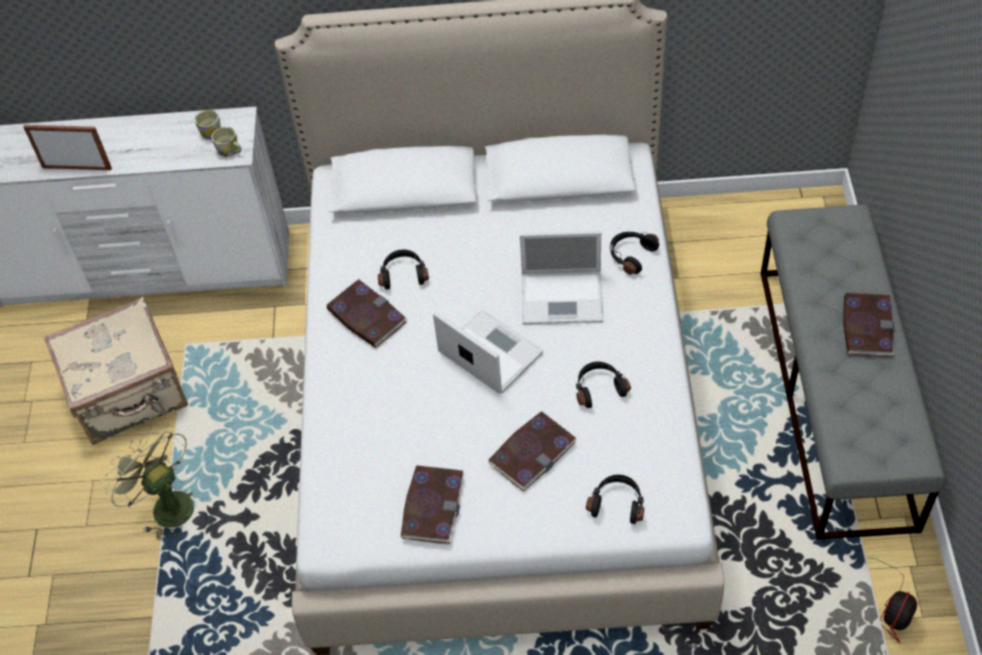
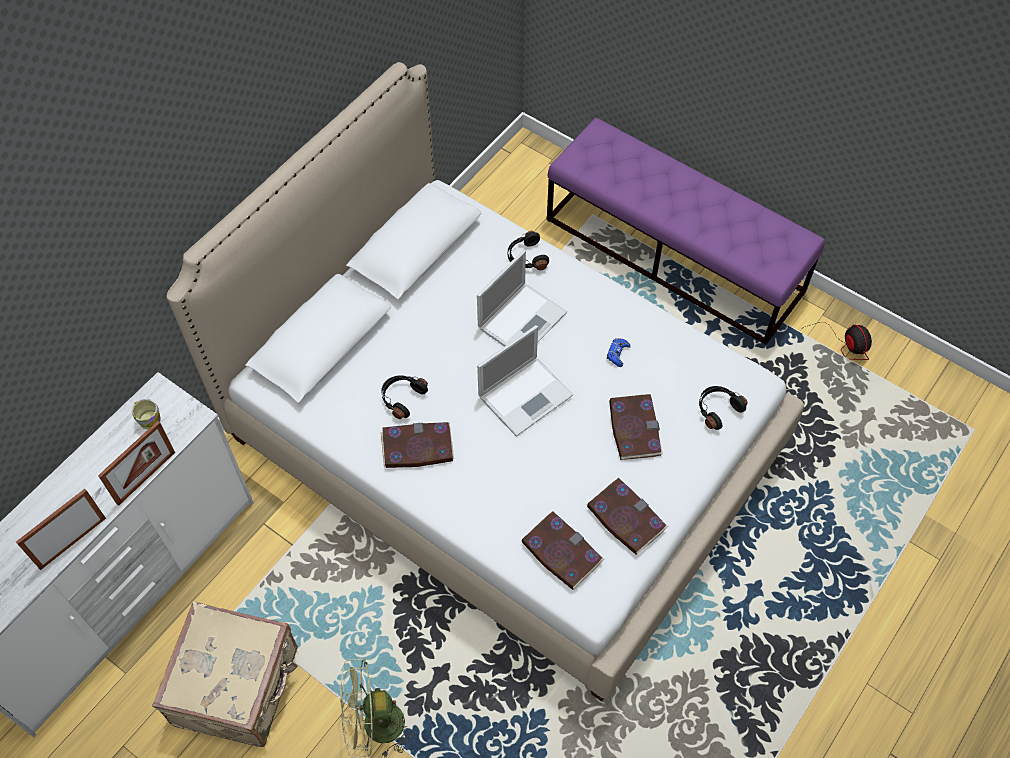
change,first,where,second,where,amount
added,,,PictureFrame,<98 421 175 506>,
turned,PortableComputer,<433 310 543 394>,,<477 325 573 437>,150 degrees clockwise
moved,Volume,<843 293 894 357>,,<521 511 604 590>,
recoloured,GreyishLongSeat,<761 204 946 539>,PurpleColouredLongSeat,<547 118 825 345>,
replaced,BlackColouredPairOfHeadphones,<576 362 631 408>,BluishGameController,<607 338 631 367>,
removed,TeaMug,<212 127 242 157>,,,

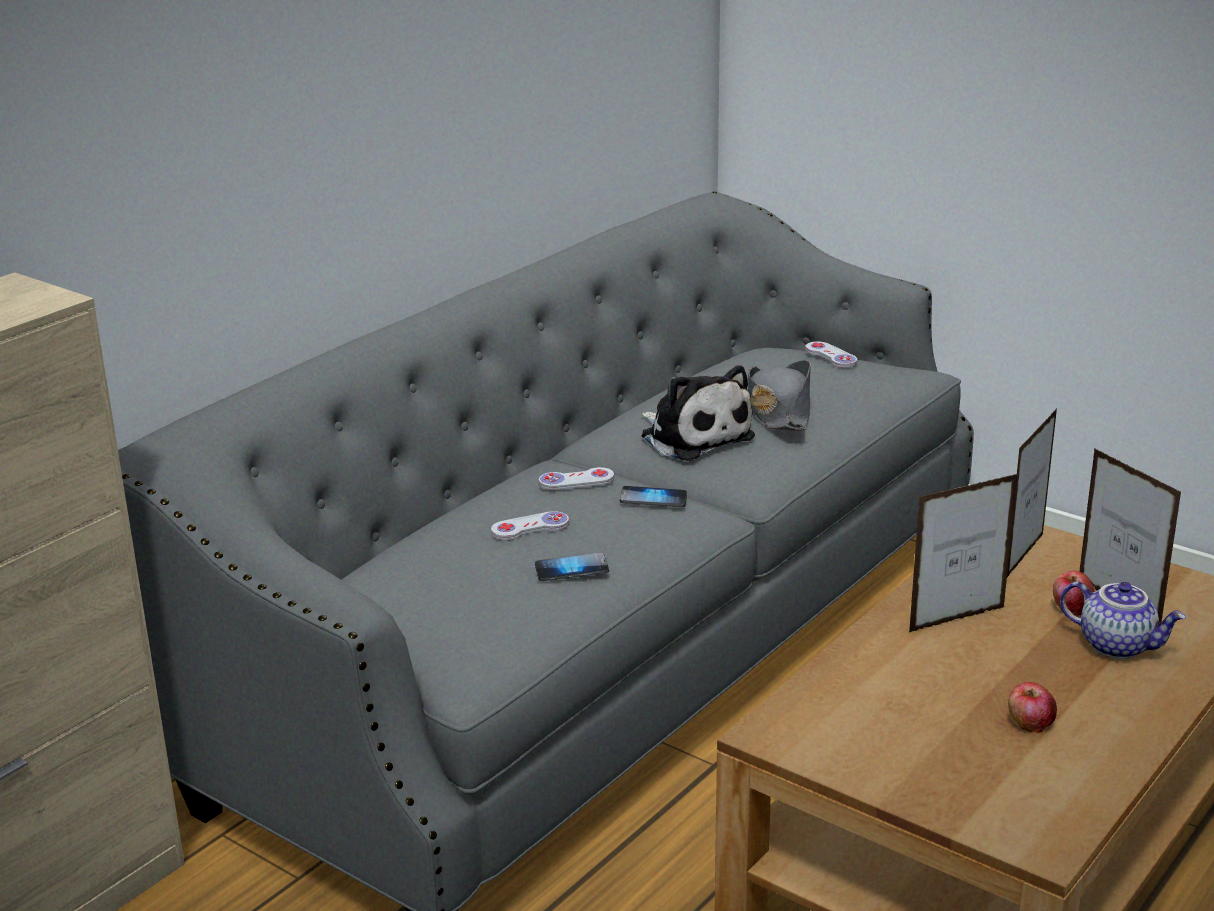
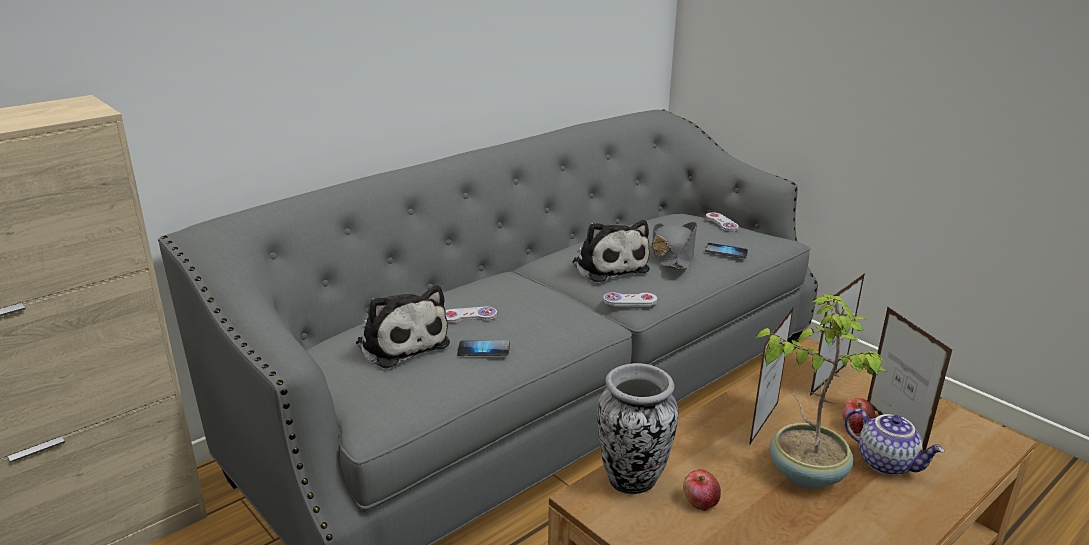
change,first,where,second,where,amount
added,,,CuddlyToy,<356 285 450 369>,
added,,,Vase,<597 363 679 494>,
moved,WhiteGameController,<539 467 614 490>,,<603 292 657 306>,
moved,Apple,<1008 682 1057 733>,,<683 469 721 511>,
moved,Handset,<620 486 687 507>,,<705 243 748 258>,
turned,PictureFrame,<909 474 1018 632>,,<749 306 794 446>,45 degrees counterclockwise
added,,,PlantInAPot,<754 294 887 489>,

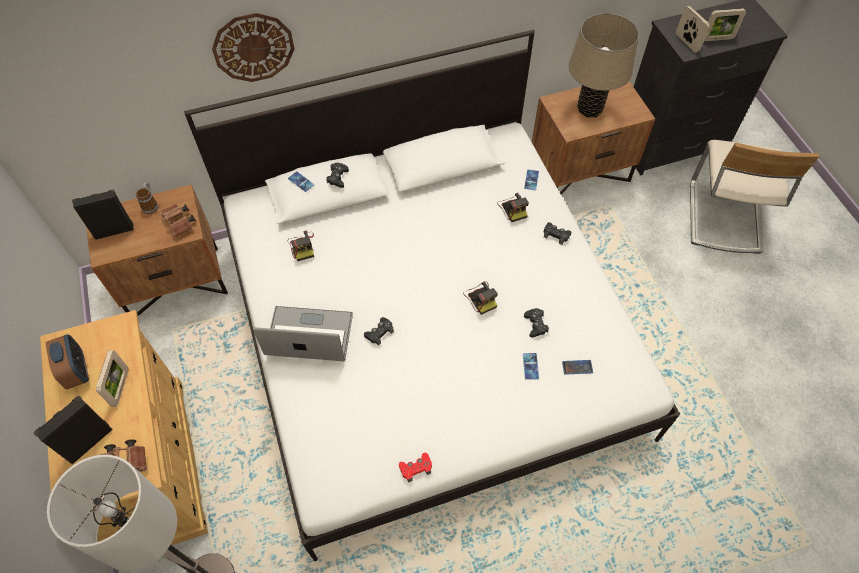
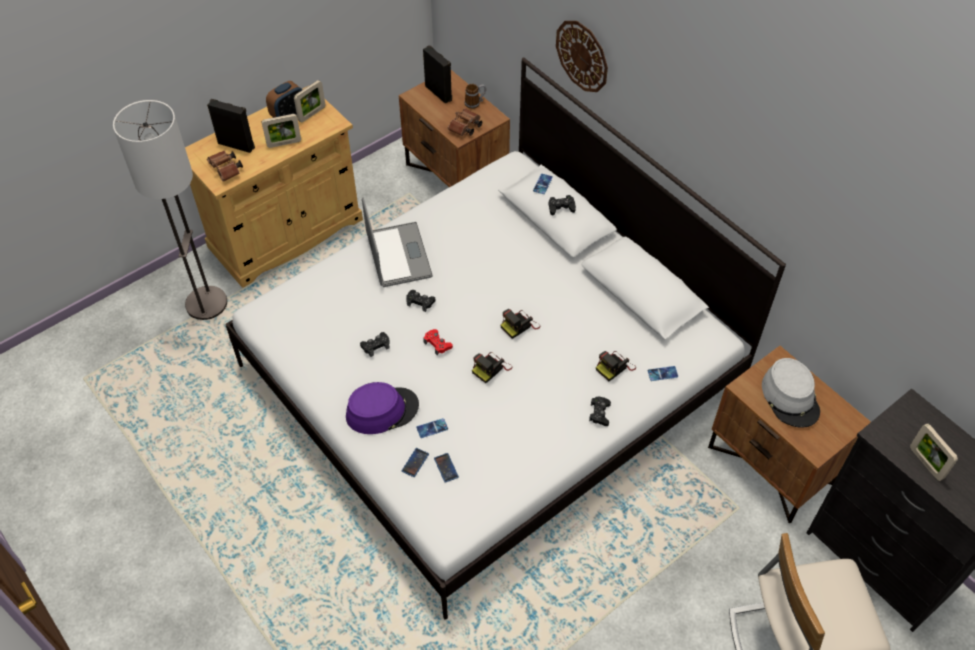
change,first,where,second,where,amount
moved,PictureFrame,<676 6 710 53>,,<294 80 325 123>,
added,,,PurpleColouredHat,<346 382 419 434>,
moved,BlackColouredGameController,<524 308 549 337>,,<360 332 390 357>,
added,,,Handset,<402 448 429 477>,
moved,ReddishGameController,<399 453 432 482>,,<423 329 453 355>,
moved,PhotoCamera,<287 230 314 261>,,<500 309 541 339>,
replaced,SandColouredTableLamp,<569 13 639 118>,GreyishHat,<762 358 820 428>,

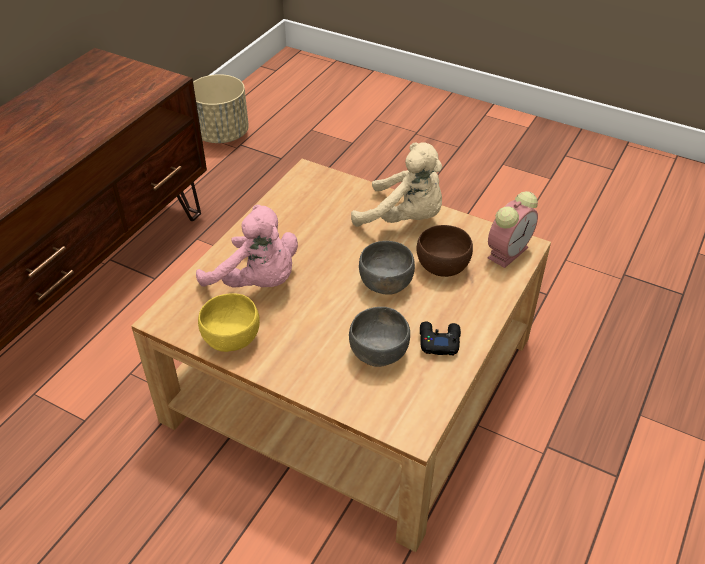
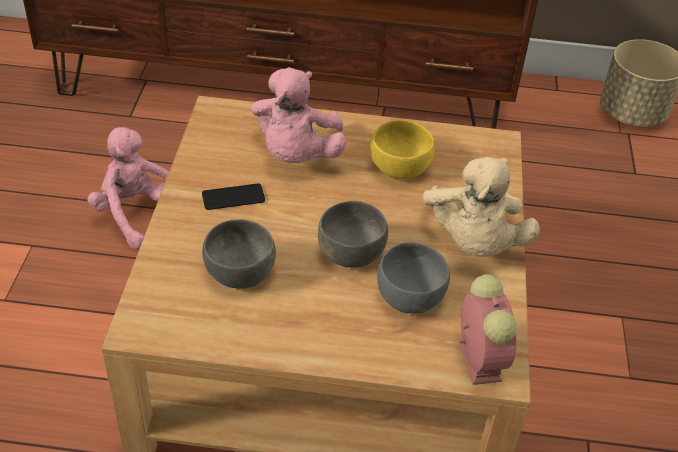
change,first,where,second,where,amount
added,,,PinkColouredCuddlyToy,<88 127 169 249>,
added,,,Handset,<202 184 265 210>,
moved,YellowColouredDeepDish,<198 293 260 352>,,<370 120 435 179>,
recoloured,BrownDeepDish,<417 225 473 277>,GreyishDeepDish,<377 242 450 314>,
turned,TableClock,<488 191 538 268>,,<458 274 517 385>,120 degrees counterclockwise
removed,BlackColouredGameController,<420 322 461 355>,,,

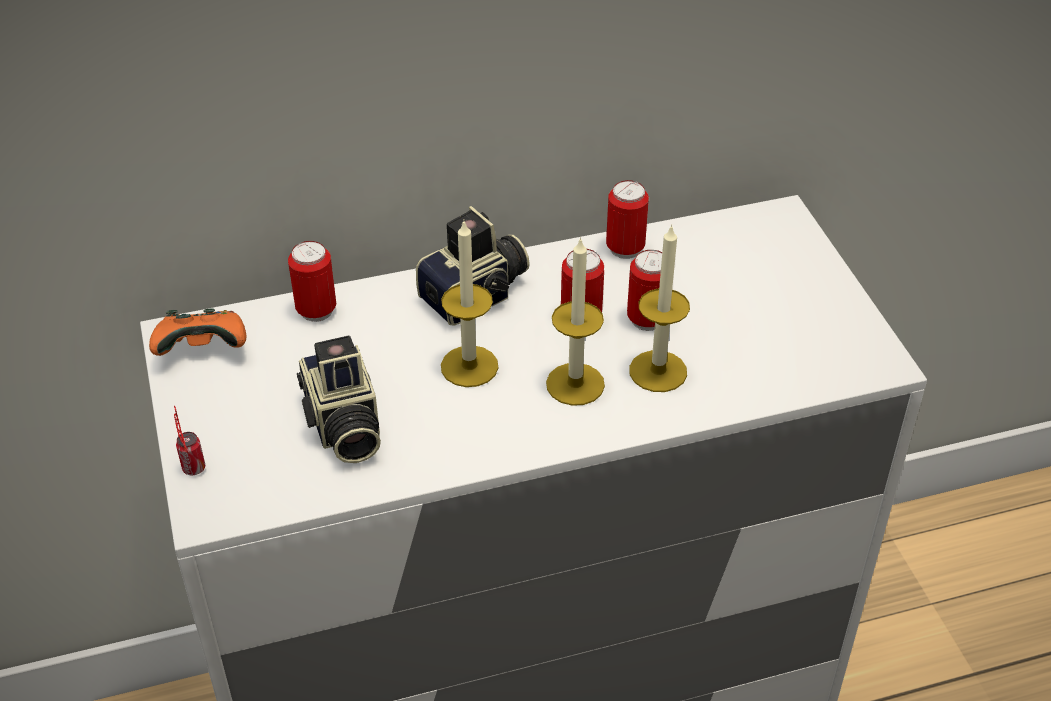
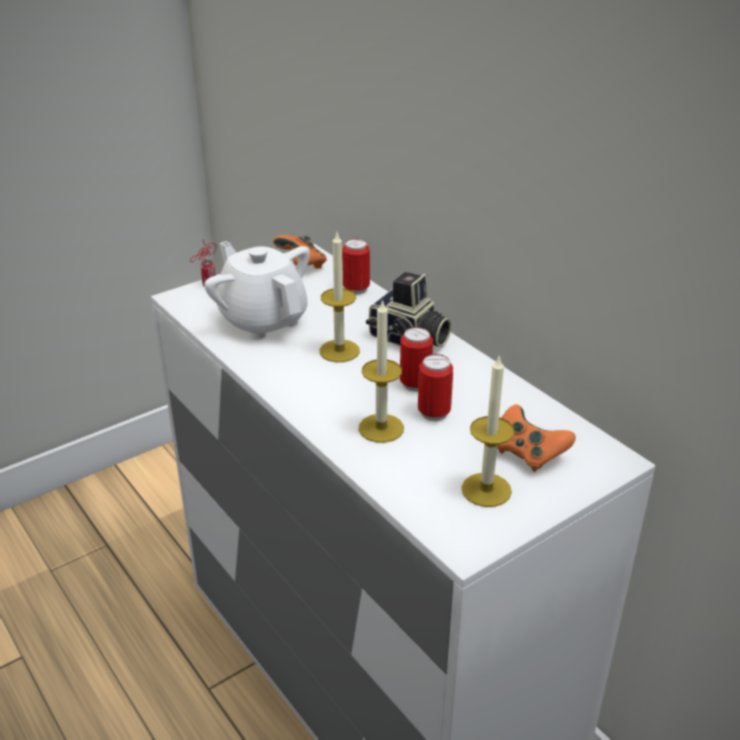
change,first,where,second,where,amount
replaced,PhotoCamera,<297 335 381 463>,WhiteTeaPot,<204 241 310 340>,
moved,WaxLight,<546 237 605 406>,,<462 357 515 507>,
added,,,OrangeyGameController,<497 404 576 472>,
removed,Can,<606 180 649 259>,,,

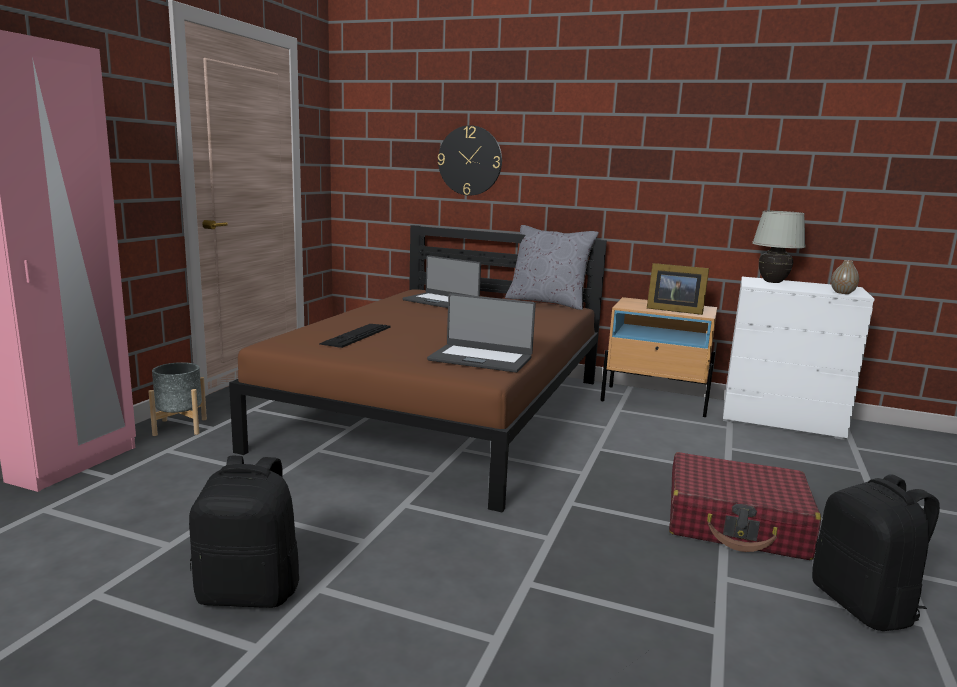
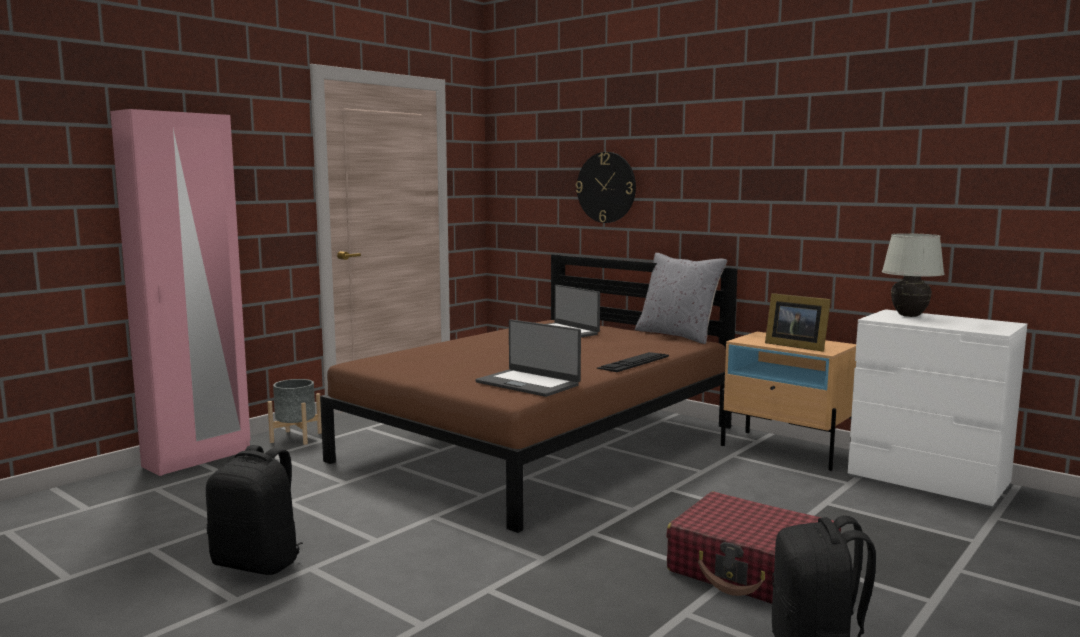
change,first,where,second,where,amount
moved,ComputerKeyboard,<319 324 390 348>,,<597 352 669 372>,
removed,Vase,<831 260 859 294>,,,

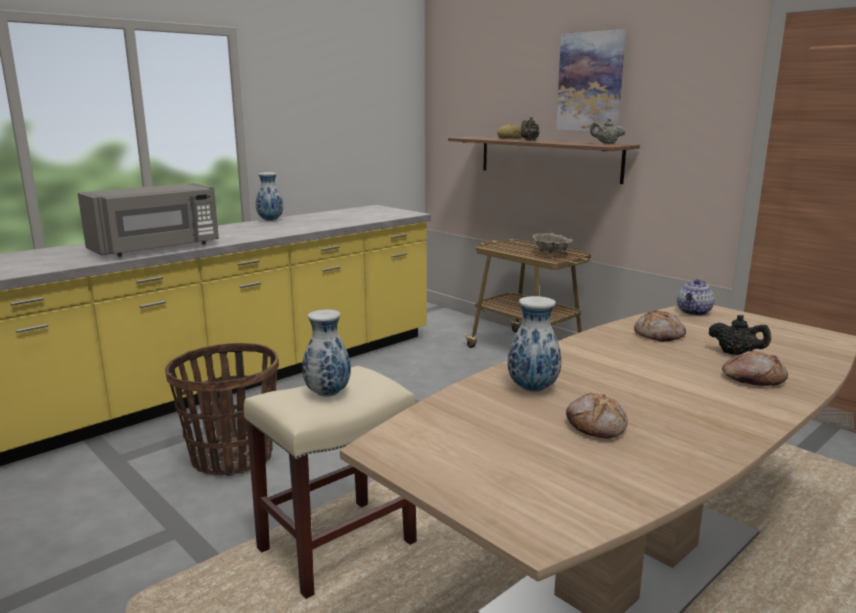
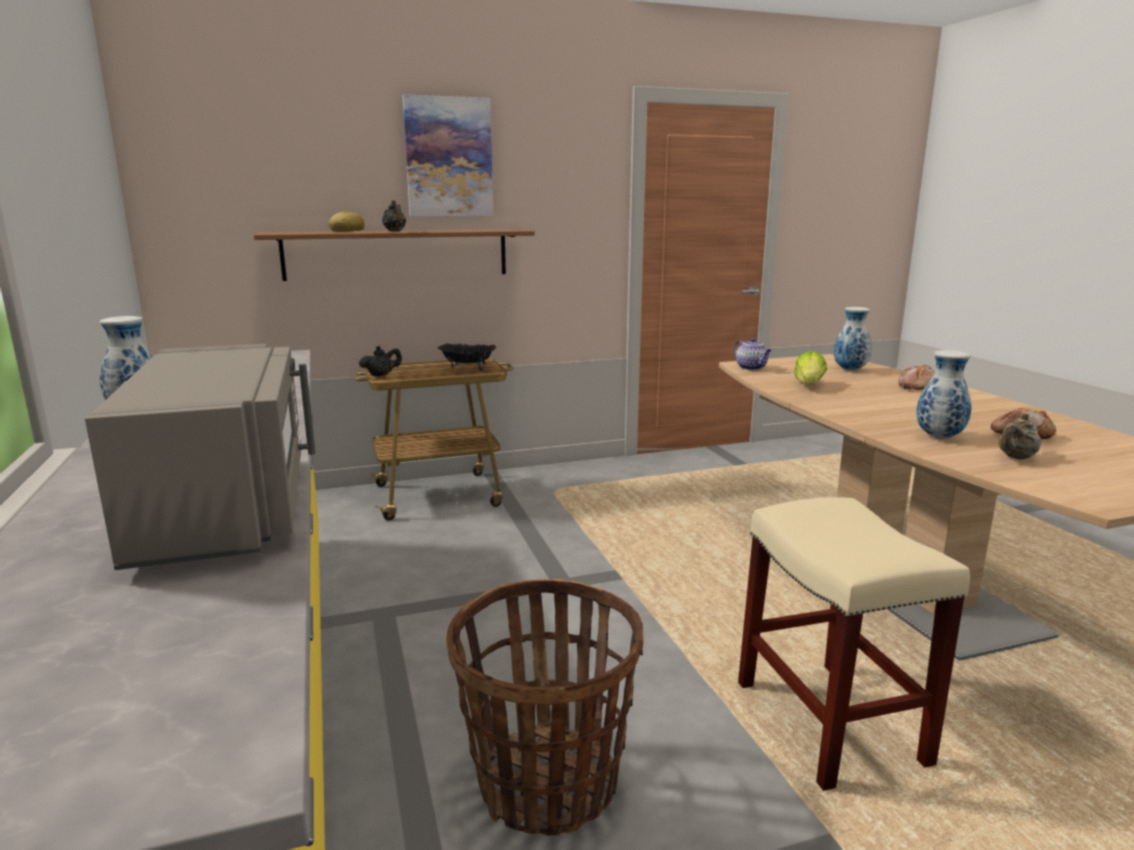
change,first,where,second,where,amount
moved,BlackColouredTeaPot,<708 315 771 355>,,<359 346 402 377>,
recoloured,SandColouredDeepDish,<532 233 573 258>,BlackColouredDeepDish,<437 343 496 370>,
replaced,BakeryBread,<634 310 686 342>,HeadOfLettuce,<794 351 827 384>,
moved,Vase,<302 309 351 397>,,<834 307 872 371>,
moved,SandColouredTeaPot,<590 118 626 144>,,<998 413 1041 459>,

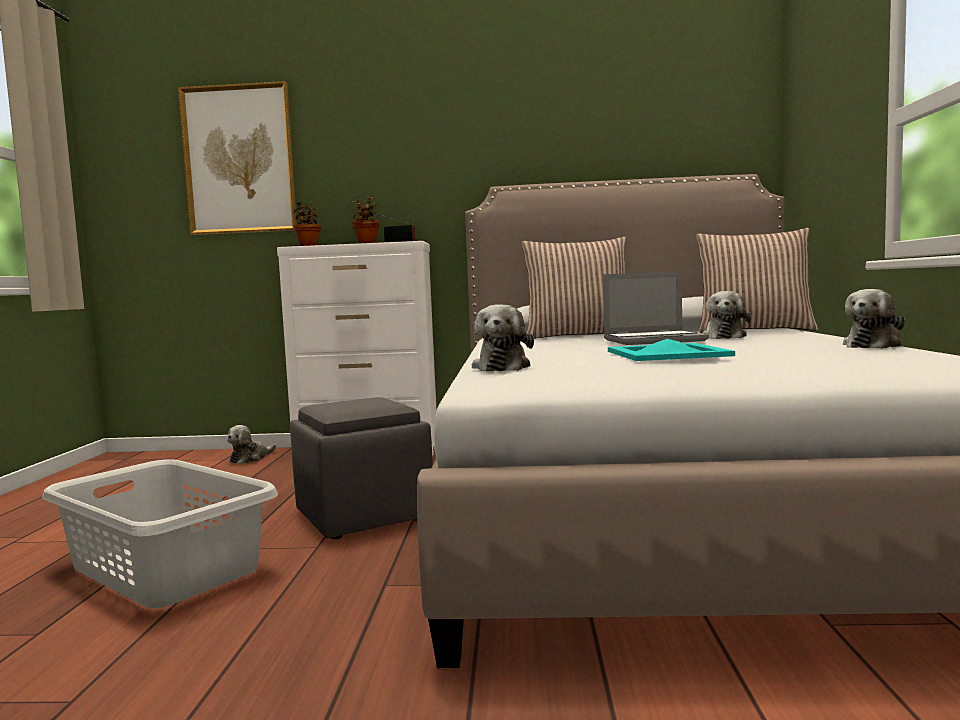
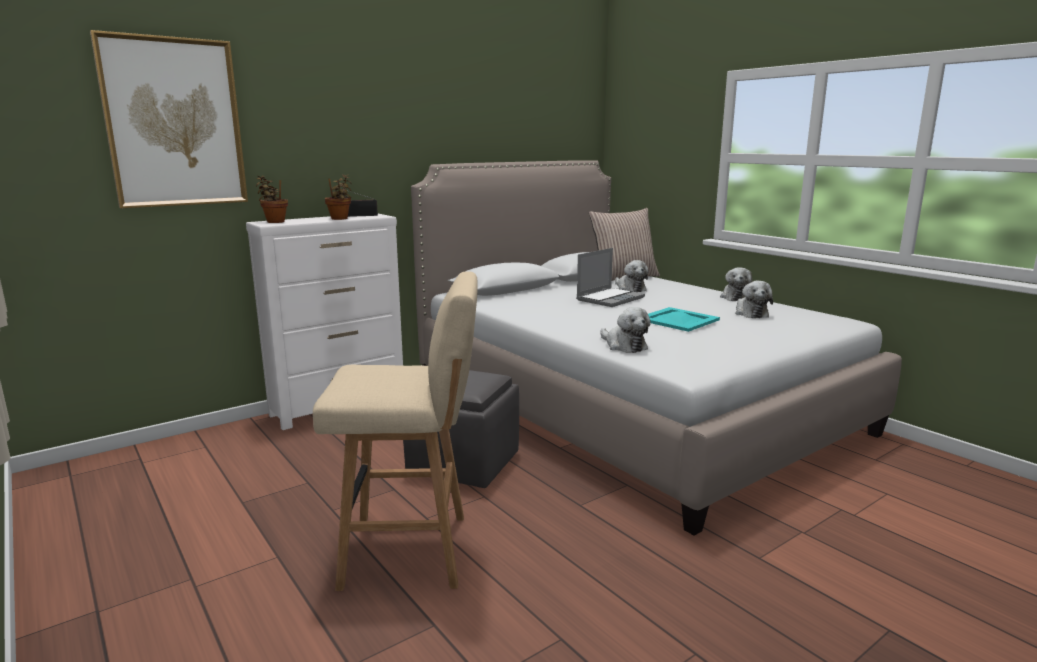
change,first,where,second,where,amount
replaced,GreyishHamper,<42 459 278 608>,SandColouredStoolSeat,<313 271 478 591>,
moved,CuddlyToy,<227 425 276 464>,,<735 281 773 318>,
removed,Cushion,<522 237 626 339>,,,

